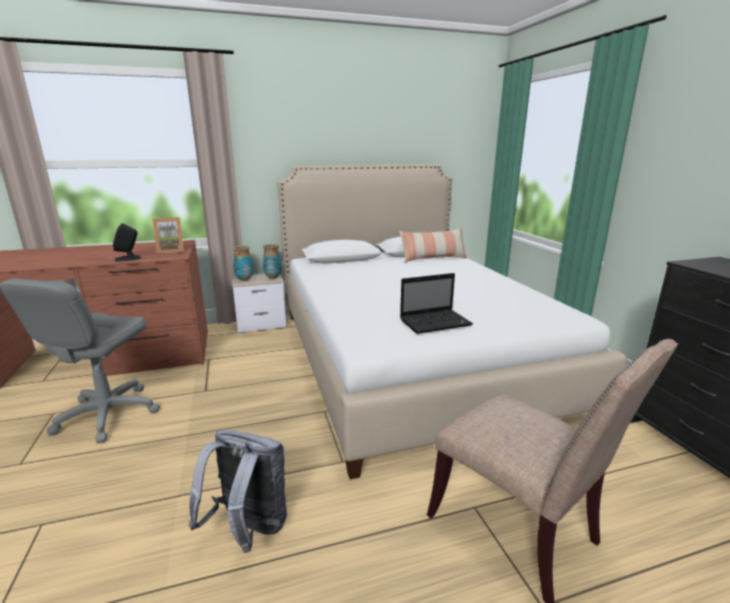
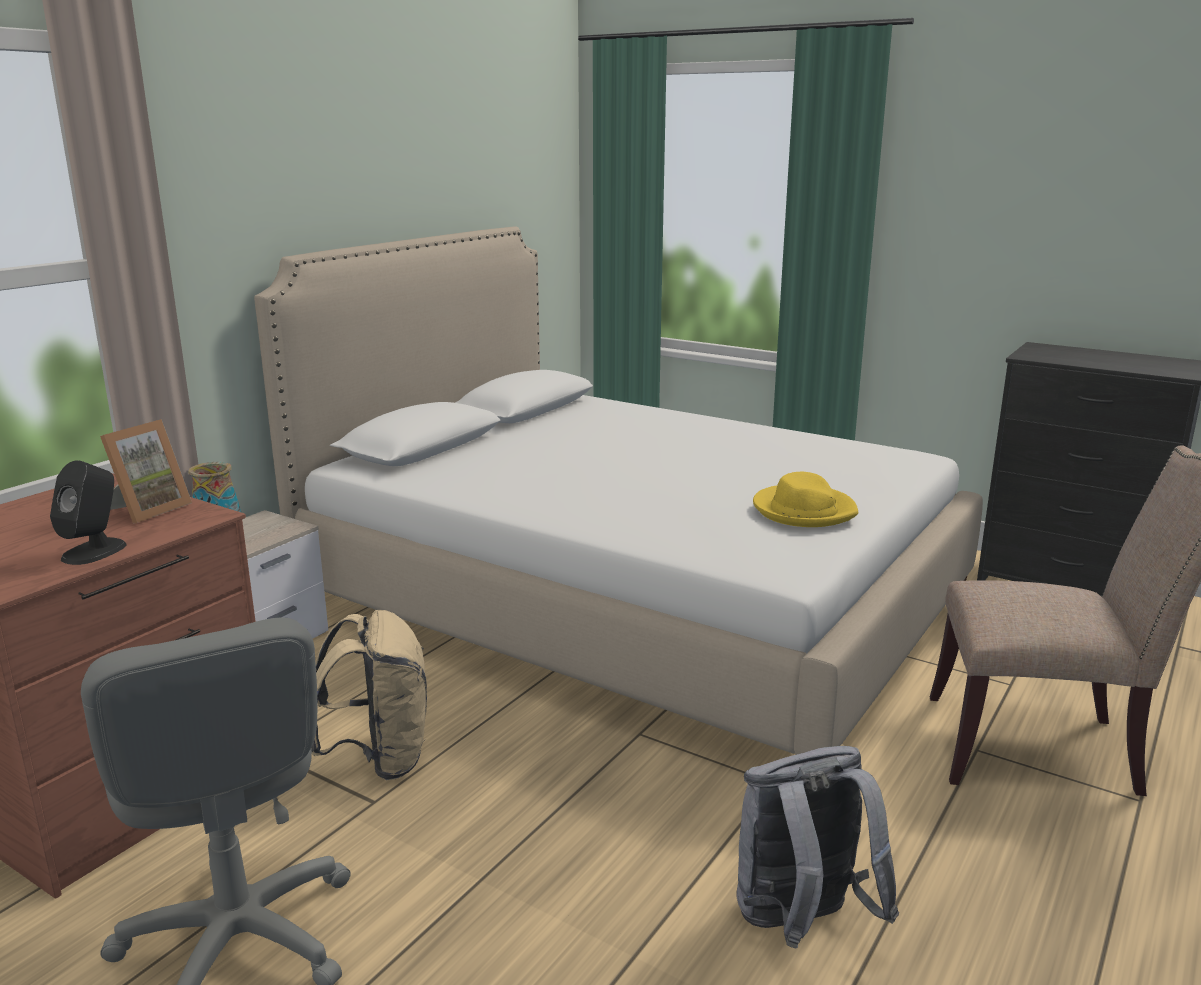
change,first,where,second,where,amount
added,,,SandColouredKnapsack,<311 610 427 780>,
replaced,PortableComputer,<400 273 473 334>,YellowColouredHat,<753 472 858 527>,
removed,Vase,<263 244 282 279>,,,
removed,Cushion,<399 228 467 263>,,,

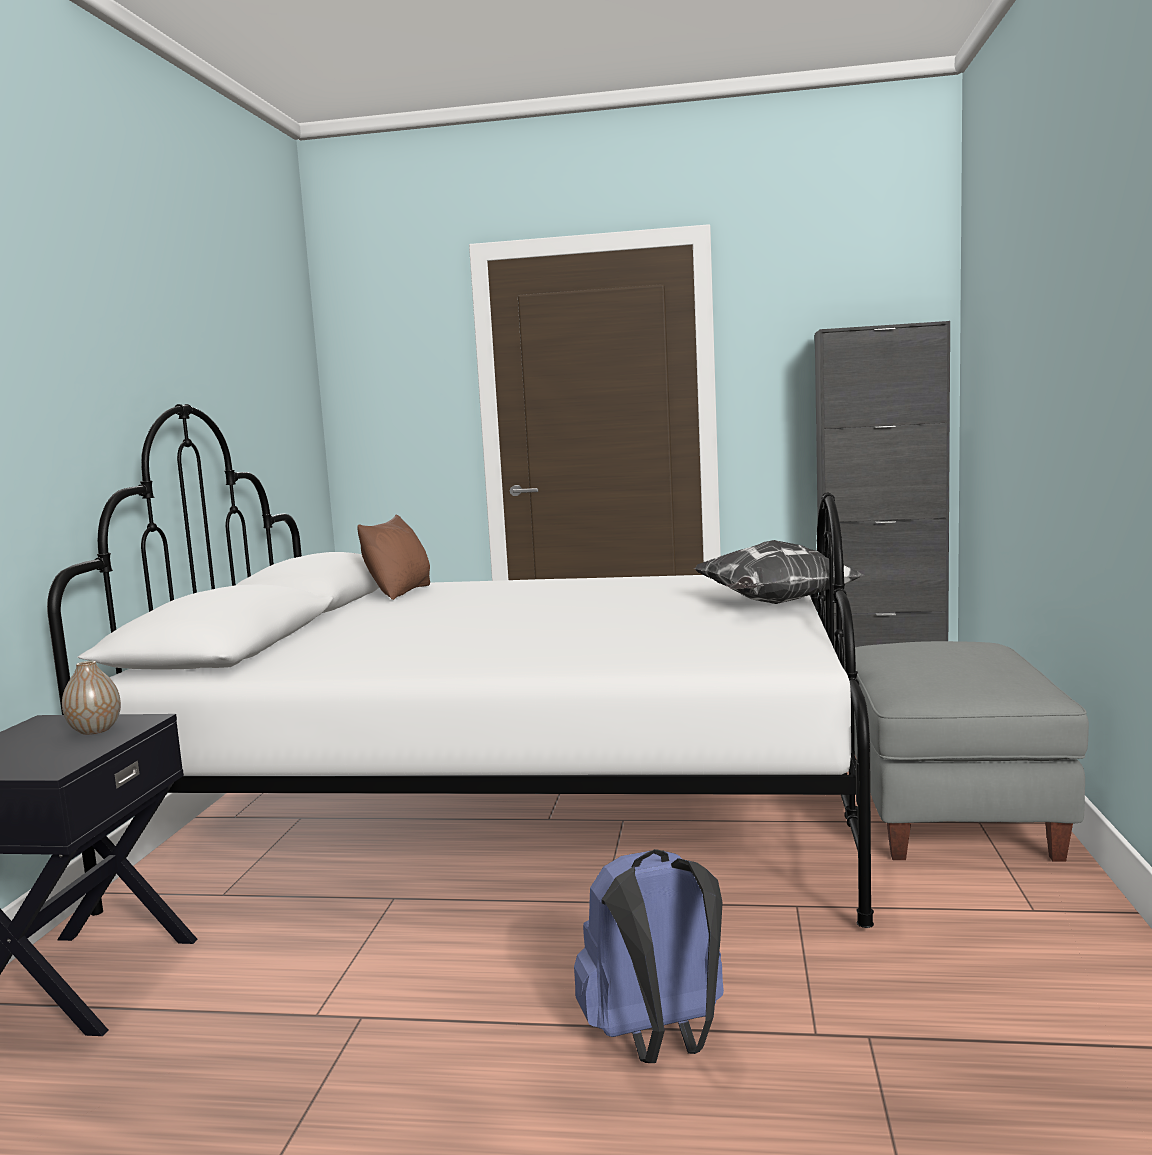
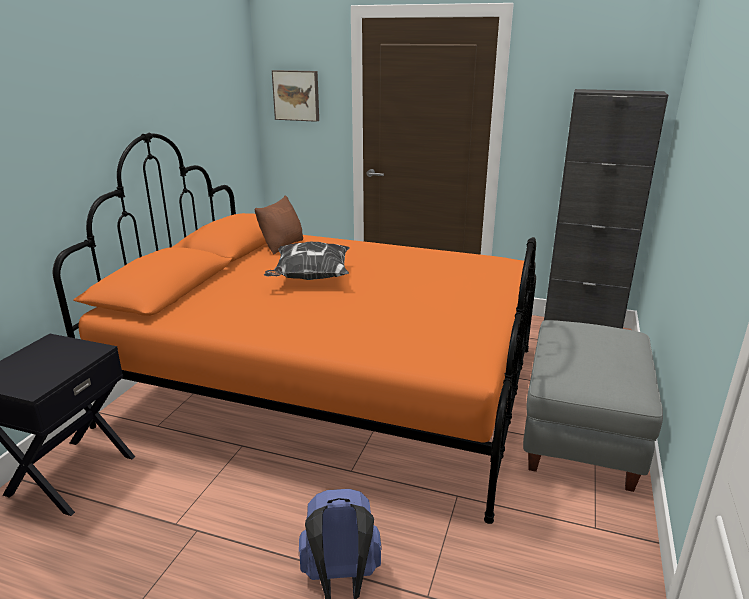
change,first,where,second,where,amount
recoloured,WhiteBed,<47 404 874 928>,OrangeyBed,<53 133 536 524>,
moved,Cushion,<694 540 864 604>,,<264 242 350 280>,
added,,,Picture,<272 70 319 122>,
removed,Vase,<62 661 121 735>,,,

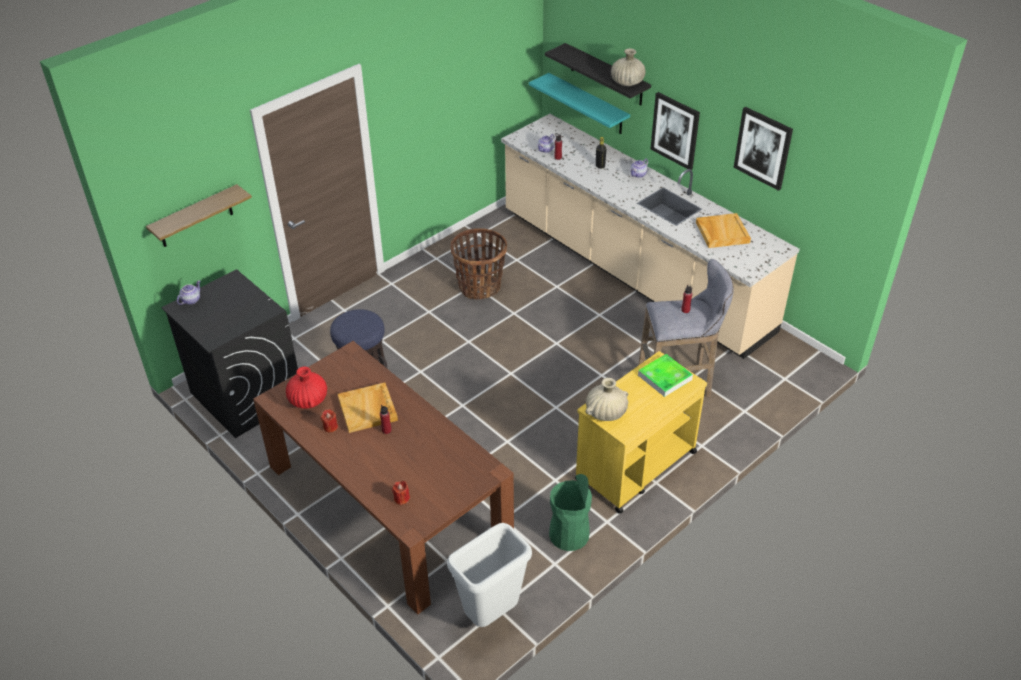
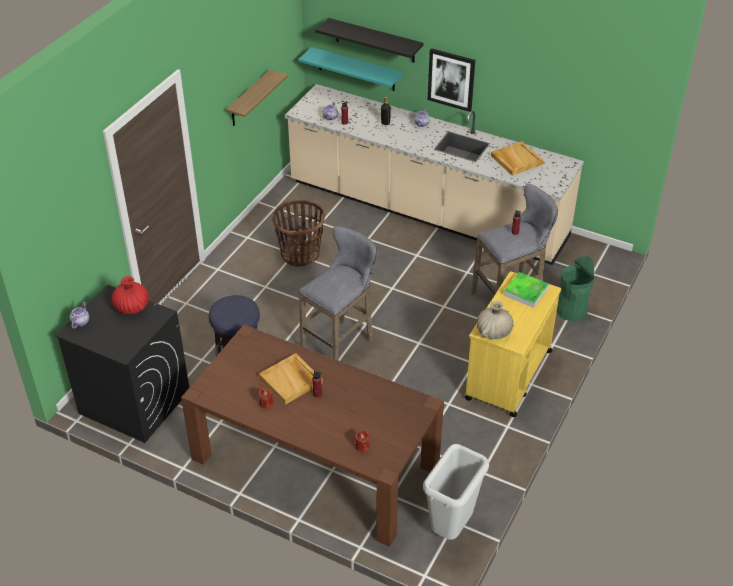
change,first,where,second,where,amount
moved,ReddishVase,<286 366 327 409>,,<111 276 149 314>,
moved,WallShelf,<146 184 252 247>,,<226 70 288 126>,
added,,,GreyishStoolSeat,<299 226 378 360>,
moved,GreenWasteBin,<549 474 592 551>,,<557 256 594 321>,
removed,SandColouredVase,<611 48 646 86>,,,
removed,Picture,<733 107 793 191>,,,

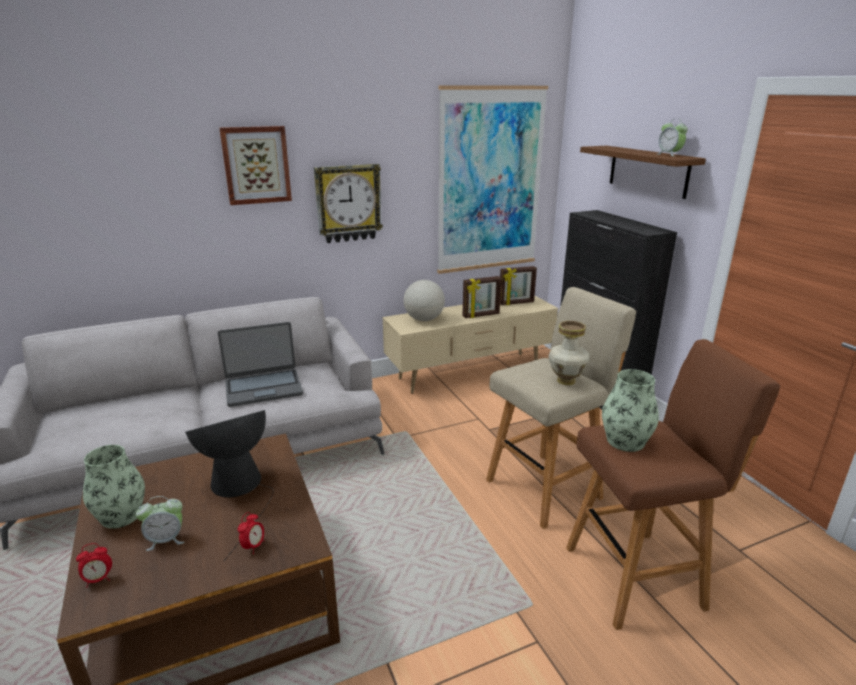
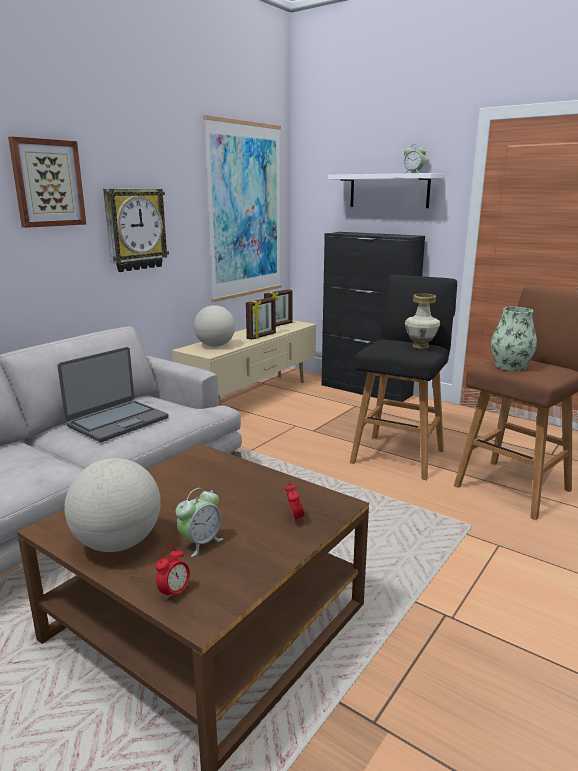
change,first,where,second,where,amount
replaced,Vase,<83 445 145 529>,Globe,<64 458 161 552>,
recoloured,BrownWallShelf,<580 146 706 199>,WhiteWallShelf,<328 173 443 208>,
recoloured,SandColouredStoolSeat,<486 287 636 529>,BlackColouredStoolSeat,<350 275 457 480>,
removed,TableLamp,<185 410 273 562>,,,

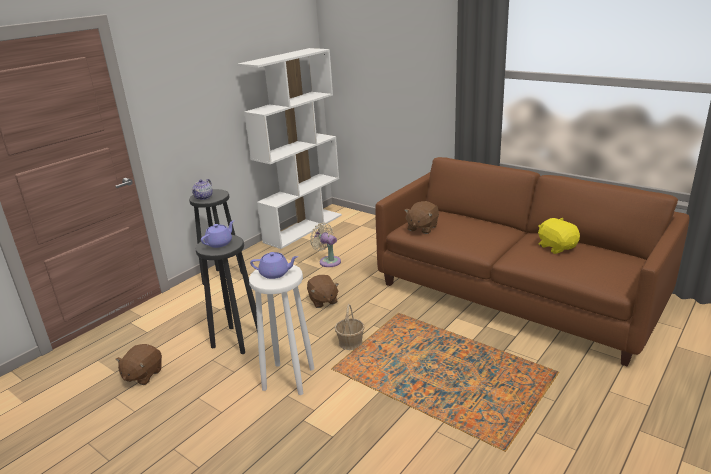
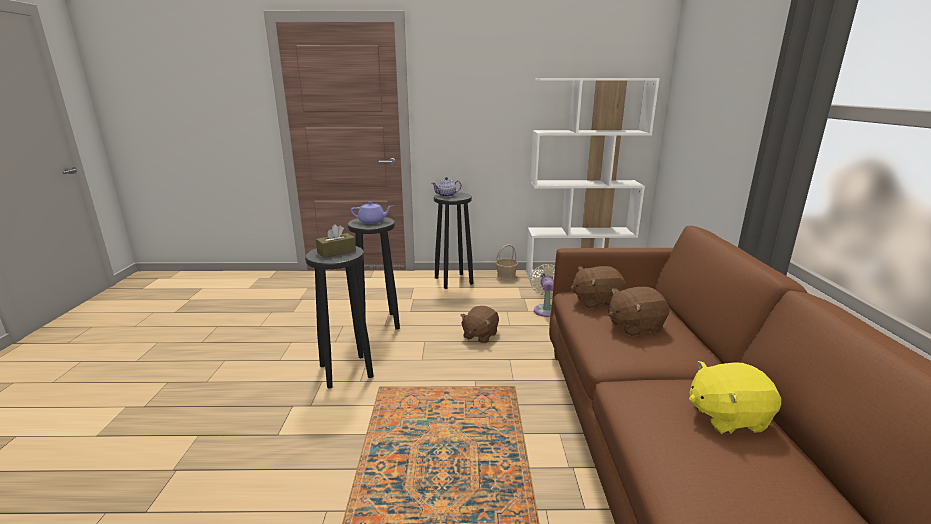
change,first,where,second,where,amount
recoloured,WhiteStoolSeat,<249 265 315 395>,BlackColouredStoolSeat,<305 246 374 389>,
replaced,PurpleColouredTeaPot,<250 252 298 279>,BrownTissueBox,<316 224 356 258>,
moved,HouseholdBasket,<335 304 365 350>,,<495 245 518 280>,
moved,BrownCuddlyToy,<116 344 162 385>,,<608 287 669 337>,
turned,YellowColouredCuddlyToy,<538 218 580 254>,,<689 361 781 434>,120 degrees counterclockwise

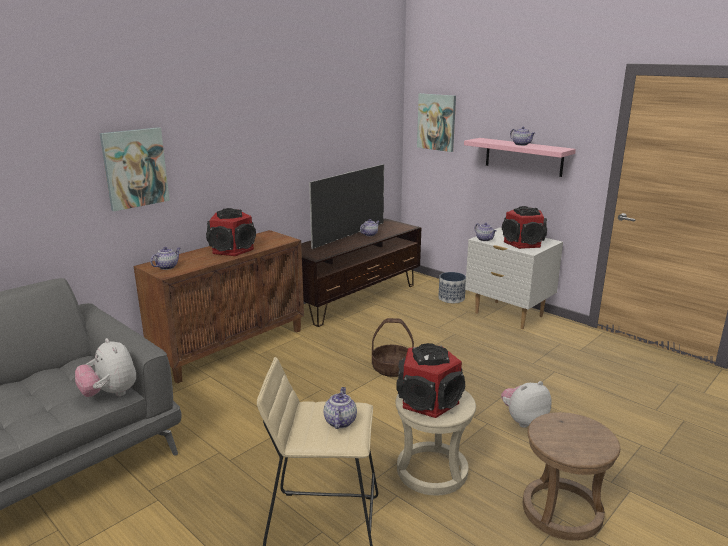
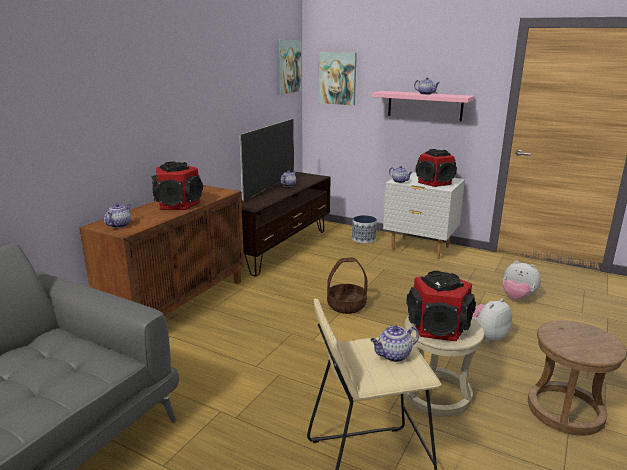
change,first,where,second,where,amount
moved,Picture,<100 127 170 211>,,<277 40 301 95>,
turned,TeaPot,<323 387 357 429>,,<371 326 419 362>,105 degrees counterclockwise
moved,CuddlyToy,<75 338 136 397>,,<503 260 541 300>,

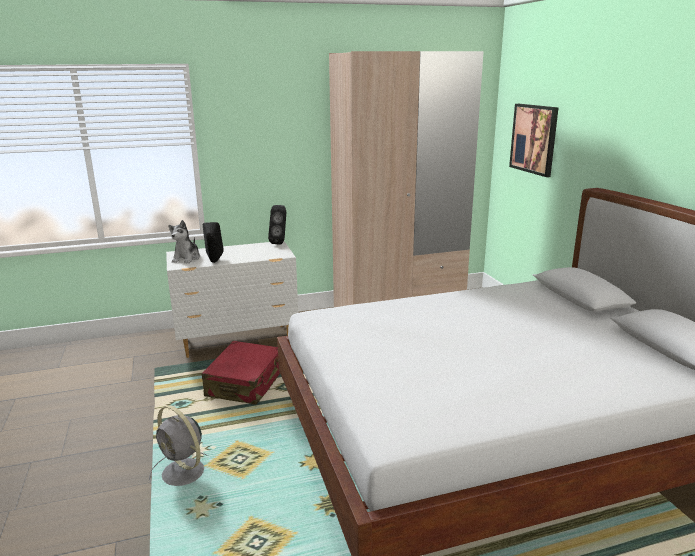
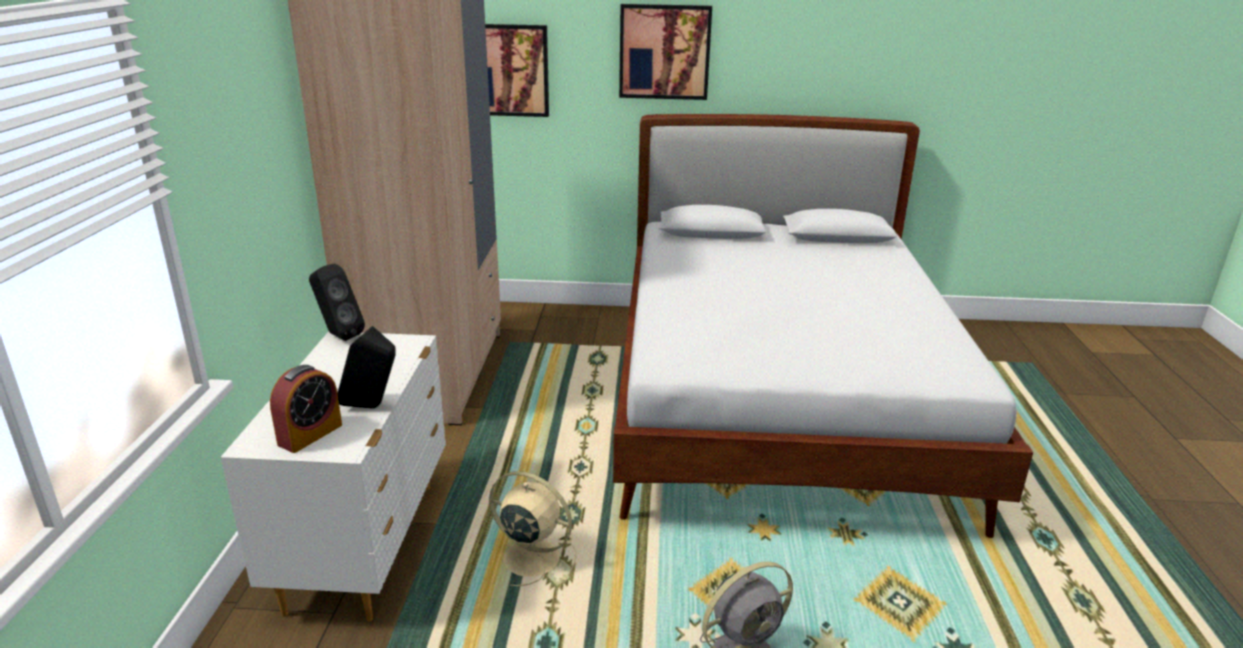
change,first,where,second,where,amount
replaced,CuddlyToy,<168 220 200 264>,TableClock,<270 365 342 453>,
replaced,ReddishSuitcase,<202 341 280 405>,SandColouredElectricFan,<489 471 576 586>,
added,,,Picture,<619 4 712 100>,

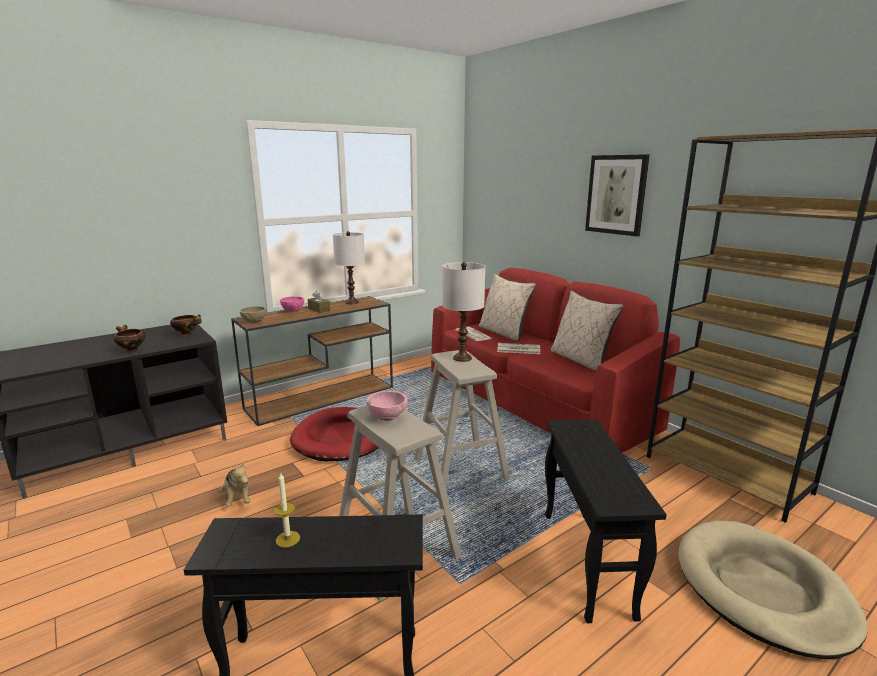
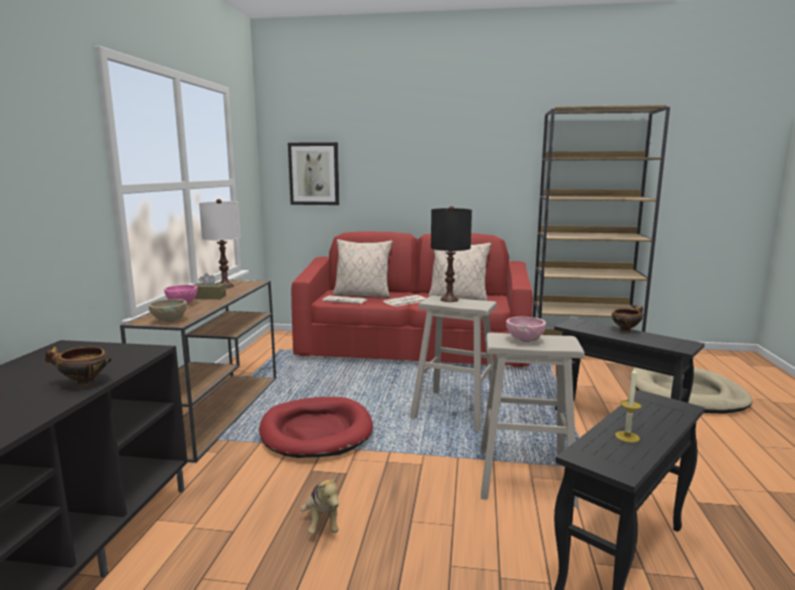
change,first,where,second,where,amount
moved,Picture,<585 154 650 236>,,<288 142 339 205>,
turned,CuddlyToy,<218 461 250 507>,,<300 474 339 534>,60 degrees clockwise
recoloured,WhiteTableLamp,<442 262 485 362>,BlackColouredTableLamp,<431 206 472 302>,
moved,DeepDish,<170 314 201 336>,,<612 305 643 333>,

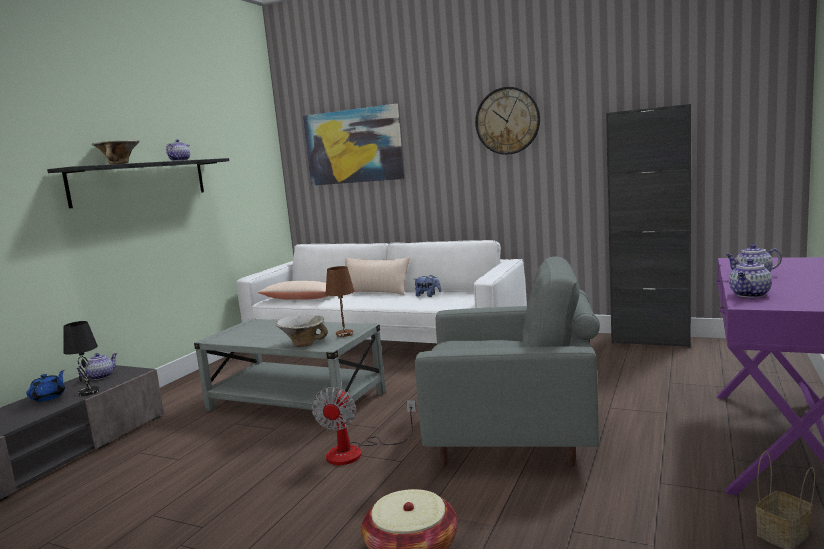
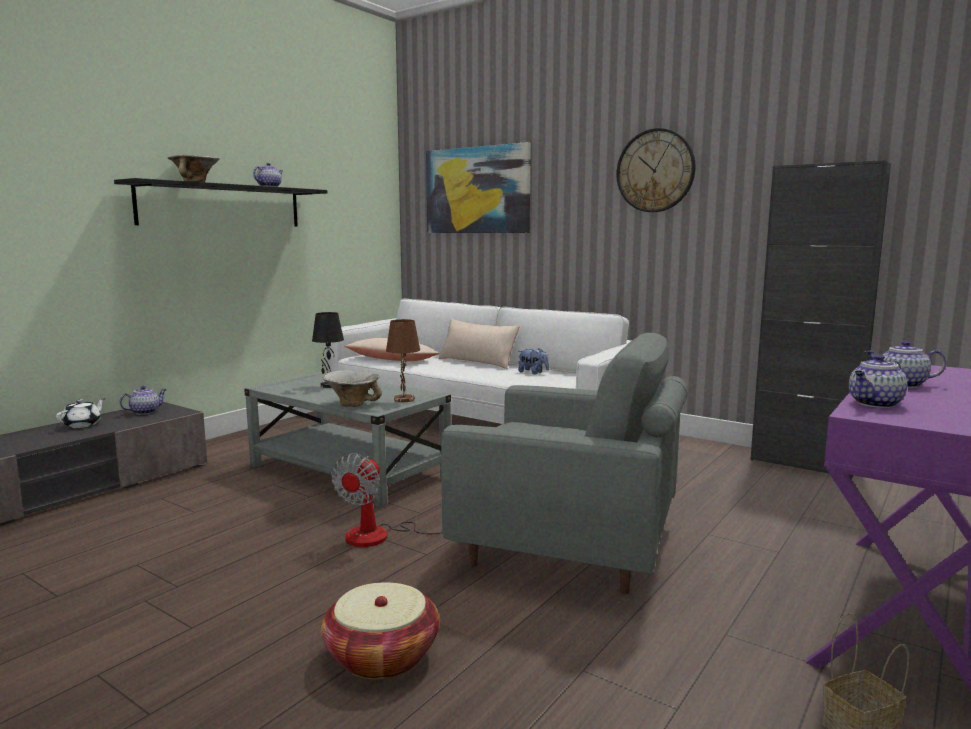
change,first,where,second,where,amount
recoloured,BluishTeaPot,<26 370 65 402>,WhiteTeaPot,<56 398 105 428>,
moved,BlackColouredTableLamp,<63 321 99 396>,,<312 312 344 388>,

